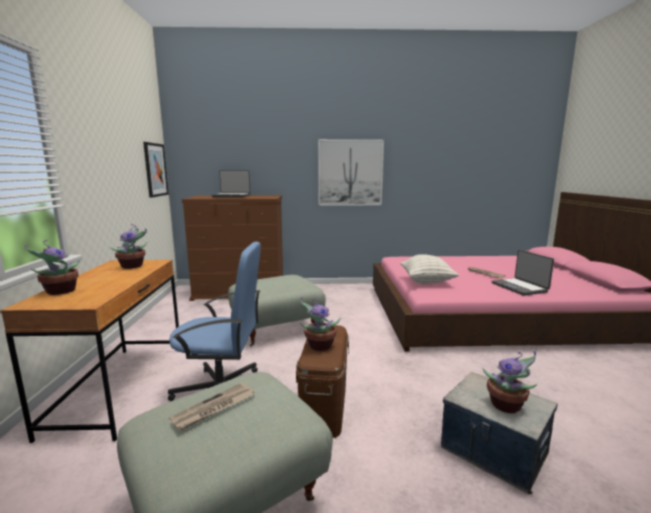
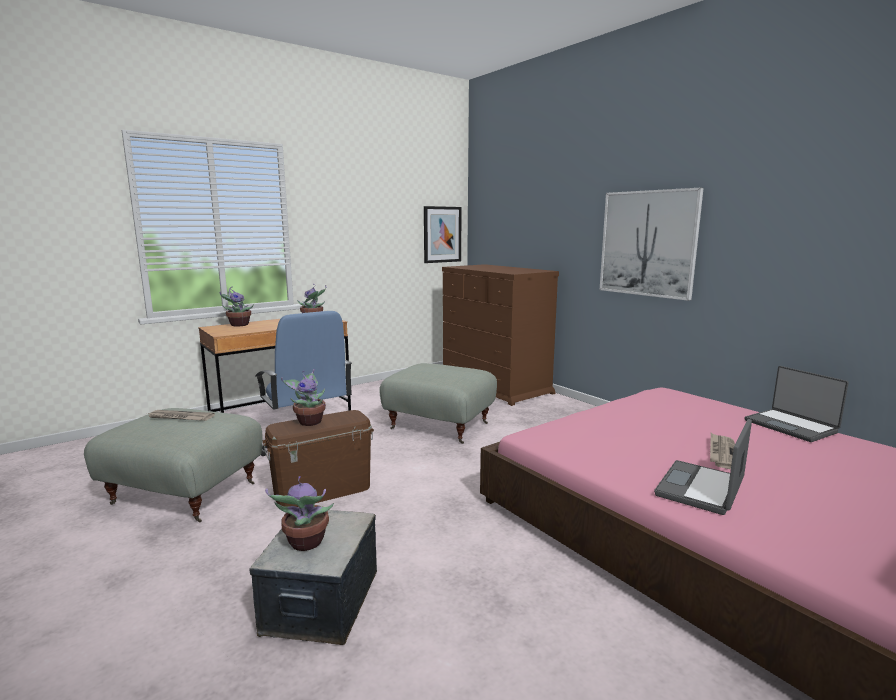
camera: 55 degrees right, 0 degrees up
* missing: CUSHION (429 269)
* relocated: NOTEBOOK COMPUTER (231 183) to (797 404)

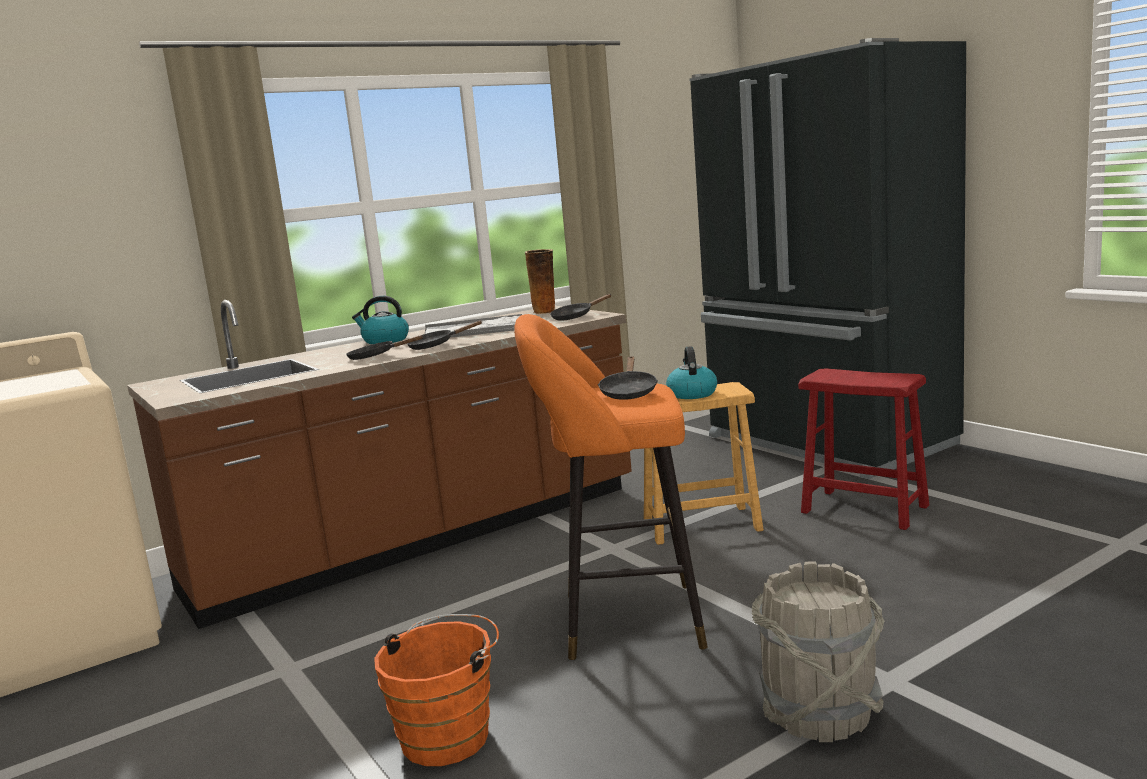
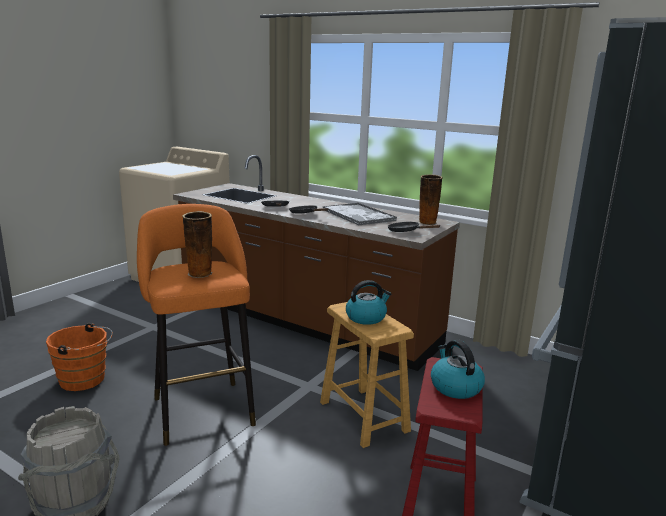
camera: 65 degrees right, 5 degrees up
* relocated: WATER KETTLE (380 320) to (458 369)
* exchanged: BLACK-COLOURED FRYING PAN (628 378) to DECORATIVE VASE (197 244)

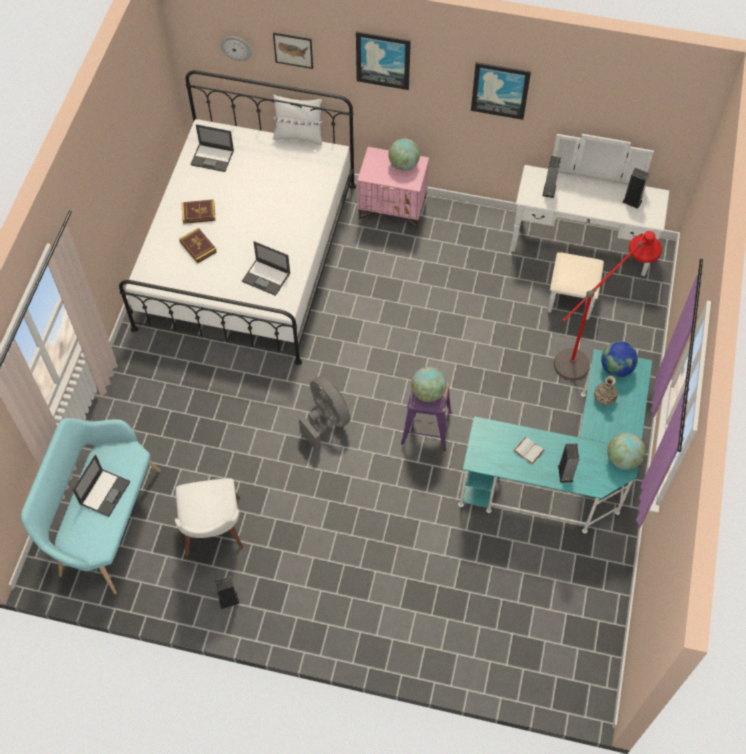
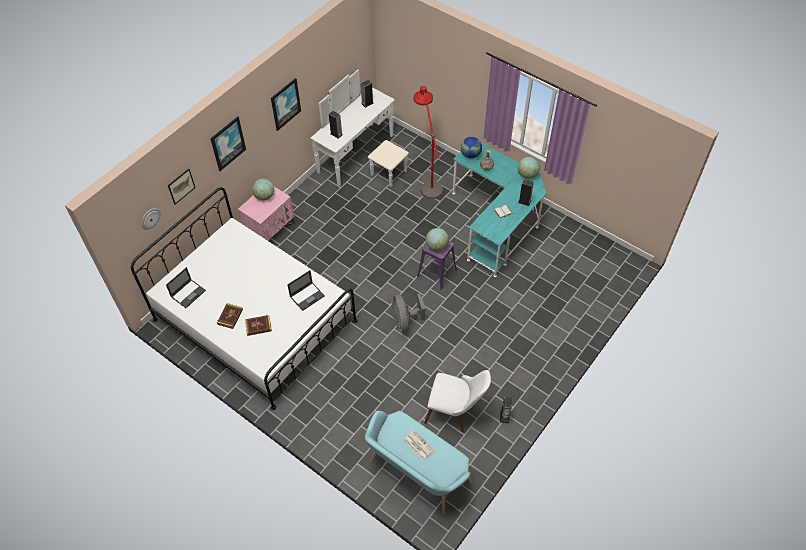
camera: 65 degrees left, 5 degrees down
* missing: WHITE-COLOURED CUSHION (298 120)
* exchanged: NOTEBOOK COMPUTER (101 485) to NEWSPAPER (419 445)
* spun: GREYISH FAN (324 414) = (408 312) 90 degrees counterclockwise

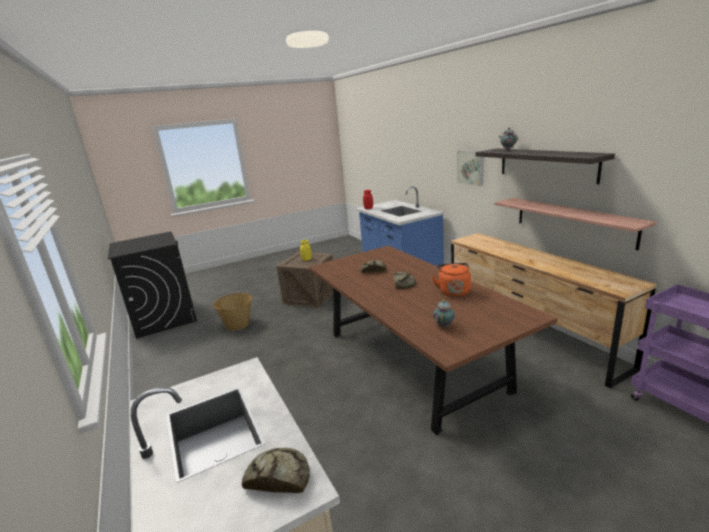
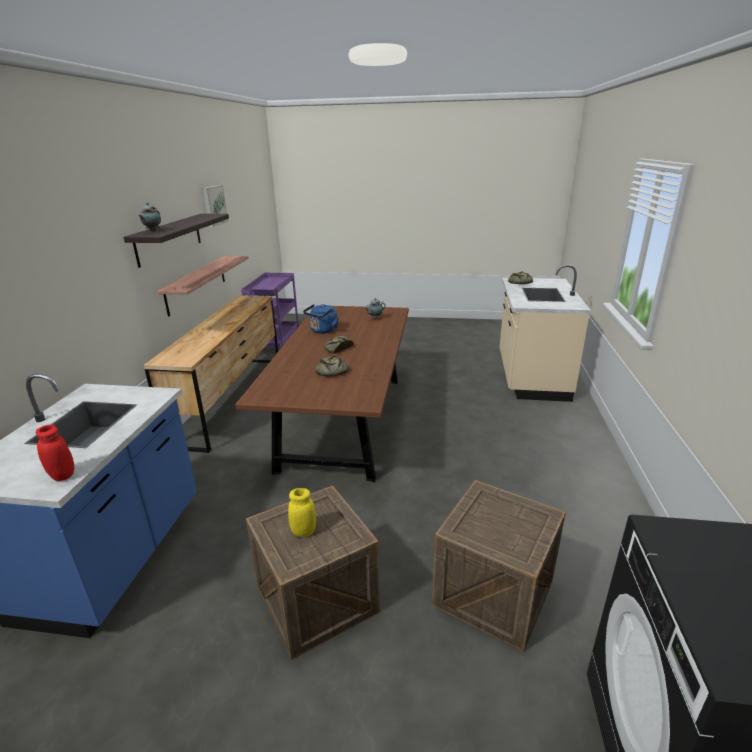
camera: 145 degrees left, 5 degrees up
* relocated: WALL ART (470 168) to (215 206)
* exchanged: HOUSEHOLD BASKET (233 312) to CRATE (499 566)
* colour: ORANGE-COLOURED WATER KETTLE (451 280) to BLUE WATER KETTLE (320 319)

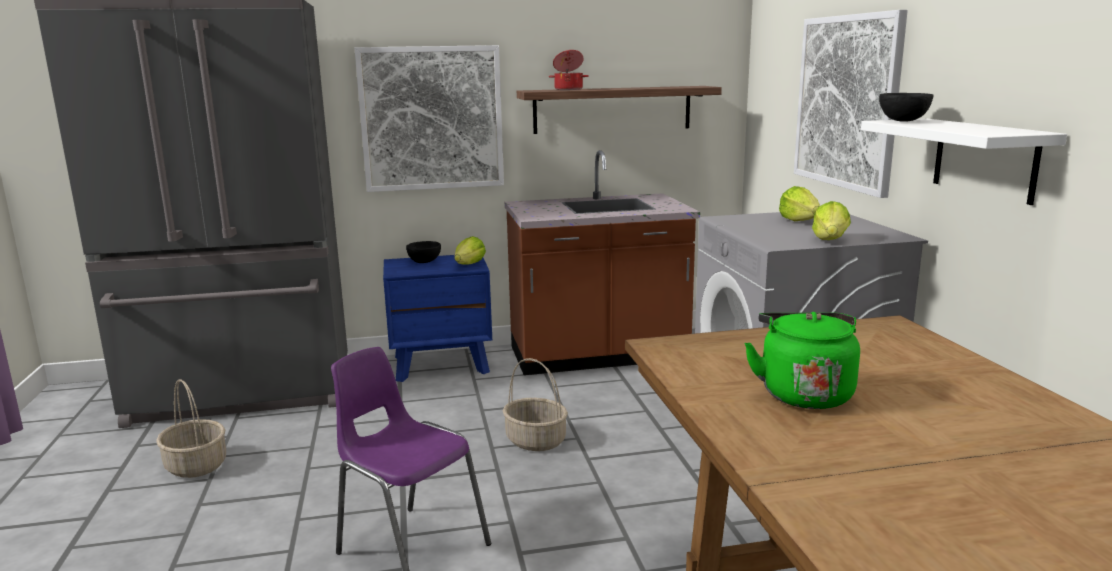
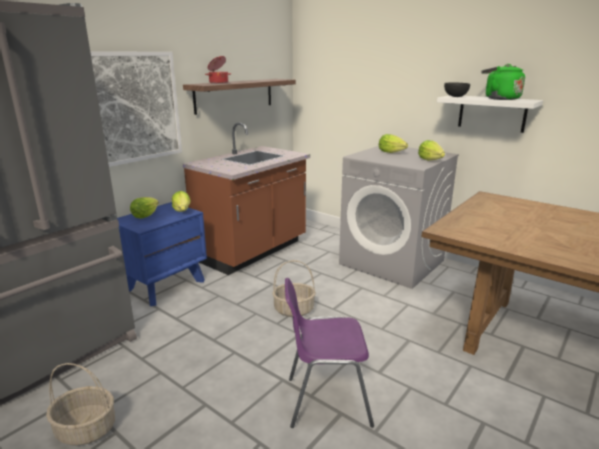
camera: 40 degrees left, 5 degrees up
* missing: WALL ART (851 104)
* relocated: GREEN-COLOURED WATER KETTLE (802 360) to (503 82)
* exchanged: BLACK-COLOURED DEEP DISH (423 252) to HEAD OF LETTUCE (144 208)

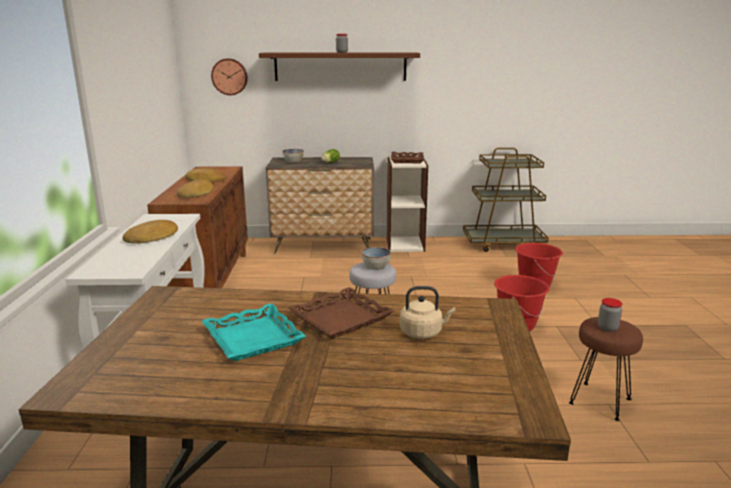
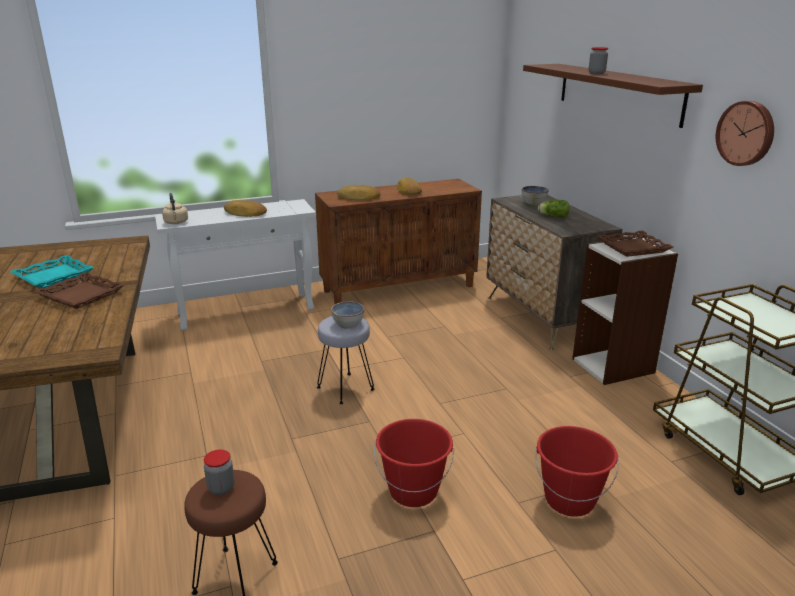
camera: 70 degrees right, 5 degrees up
* relocated: WALL CLOCK (229 76) to (745 133)
* relocated: SAND-COLOURED WATER KETTLE (428 312) to (175 208)

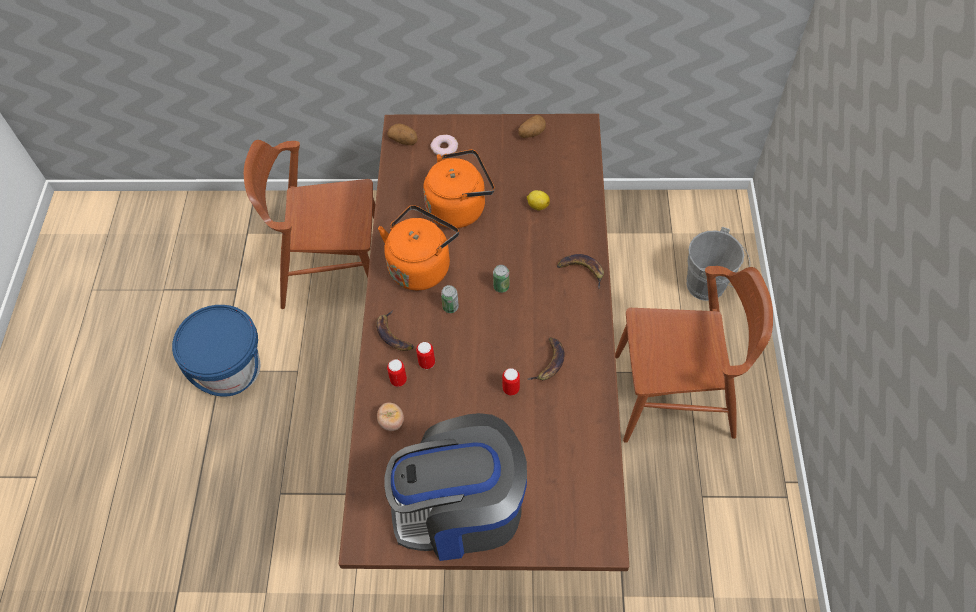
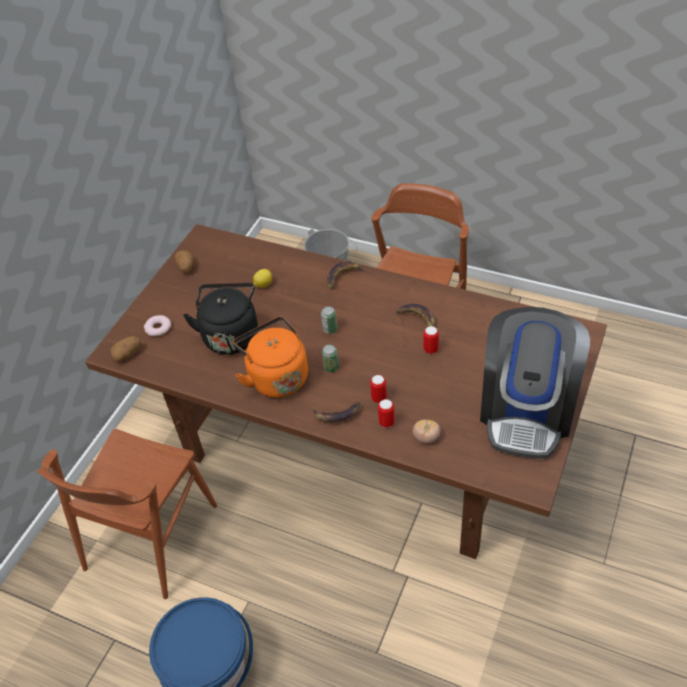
camera: 65 degrees left, 10 degrees down
* colour: ORANGE-COLOURED WATER KETTLE (459 188) to BLACK-COLOURED WATER KETTLE (220 319)

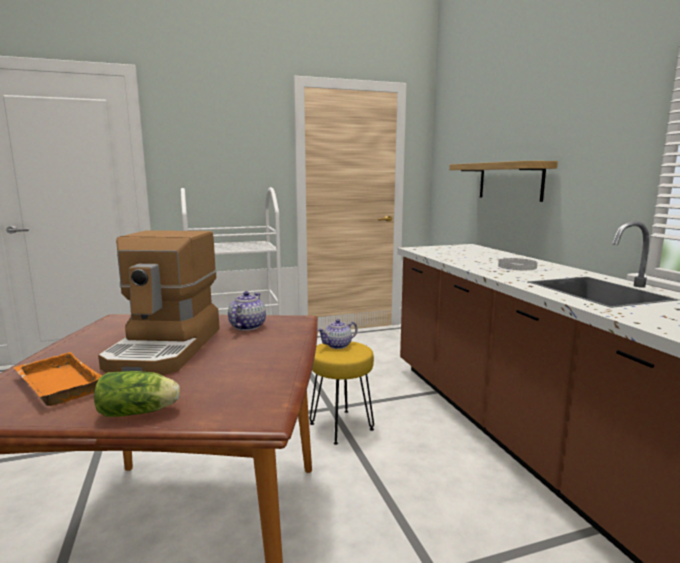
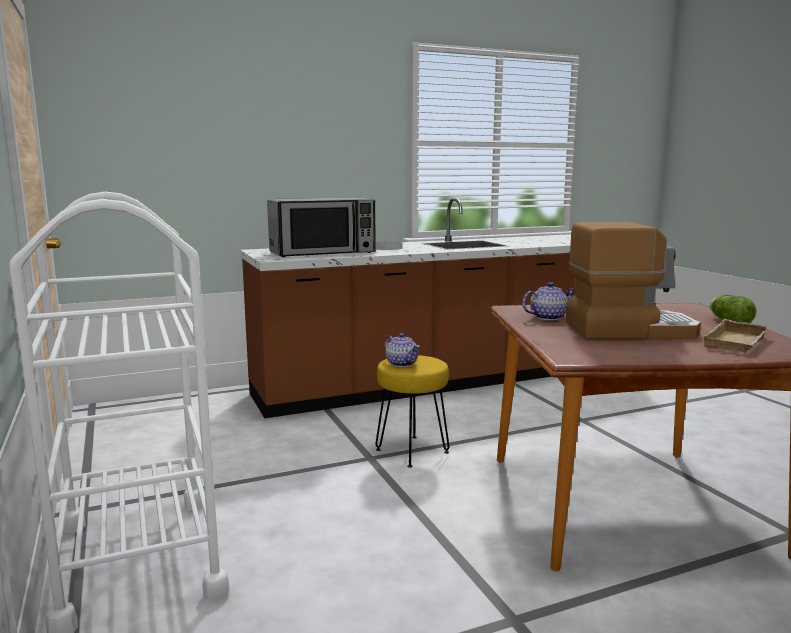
camera: 95 degrees left, 0 degrees up
* missing: BRACKET SHELF (503 181)
* appeared: MICROWAVE (321 227)
* colour: ORANGE-COLOURED CARRYING TRAY (58 379) to SAND-COLOURED CARRYING TRAY (736 335)
* spun: TEAPOT (247 311) = (548 301) 150 degrees clockwise

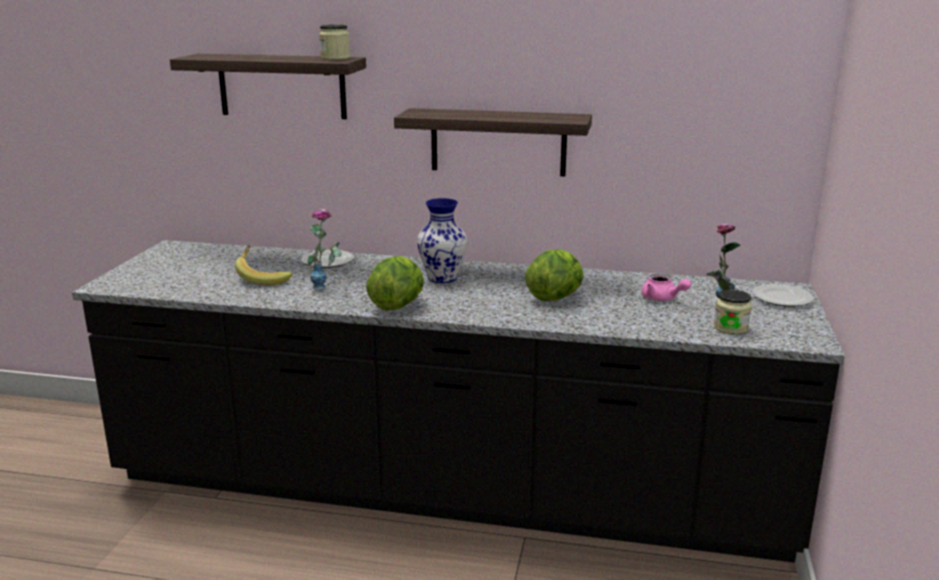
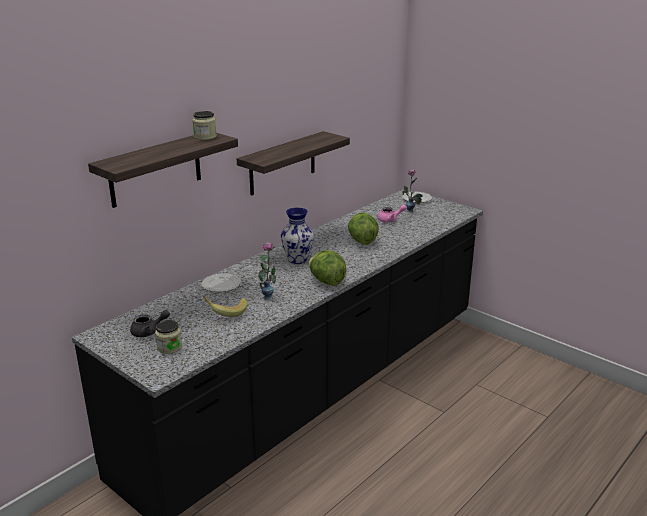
camera: 60 degrees left, 5 degrees up
* appeared: GREYISH TEAPOT (150 323)
* relocated: JAR (733 312) to (168 337)

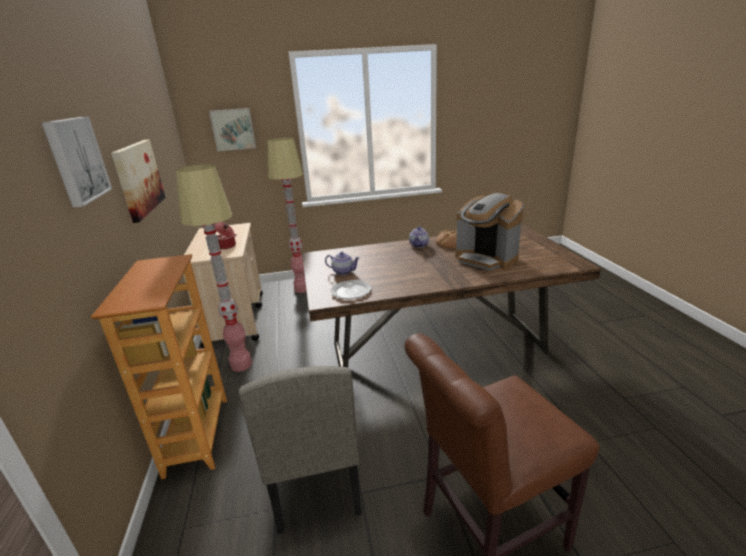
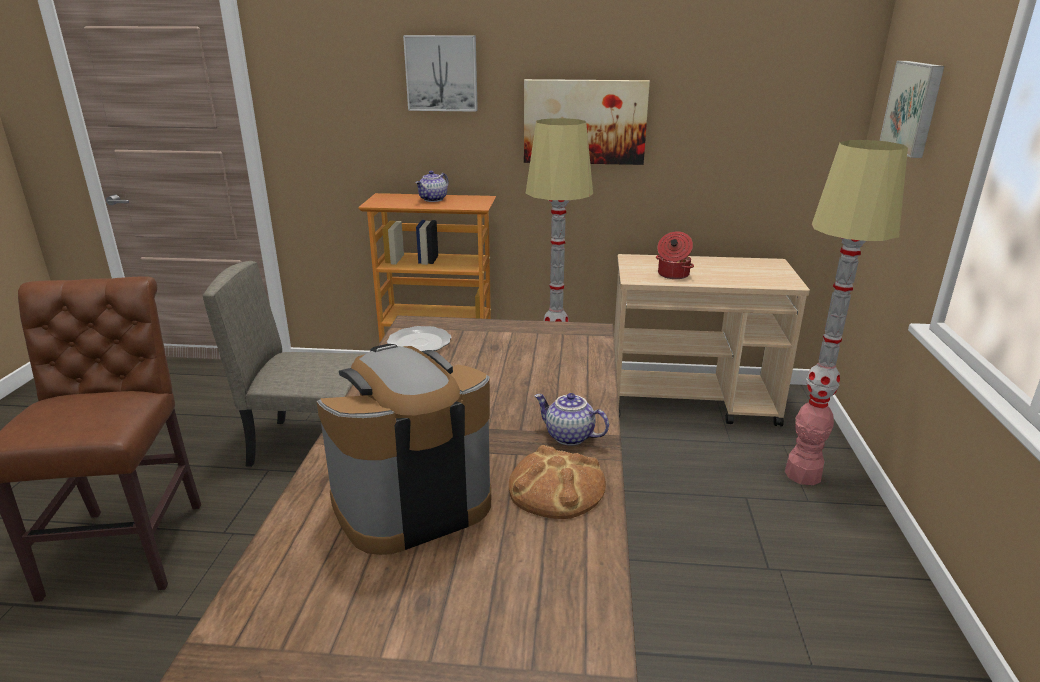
camera: 105 degrees right, 0 degrees up
* relocated: TEAPOT (342 263) to (431 186)

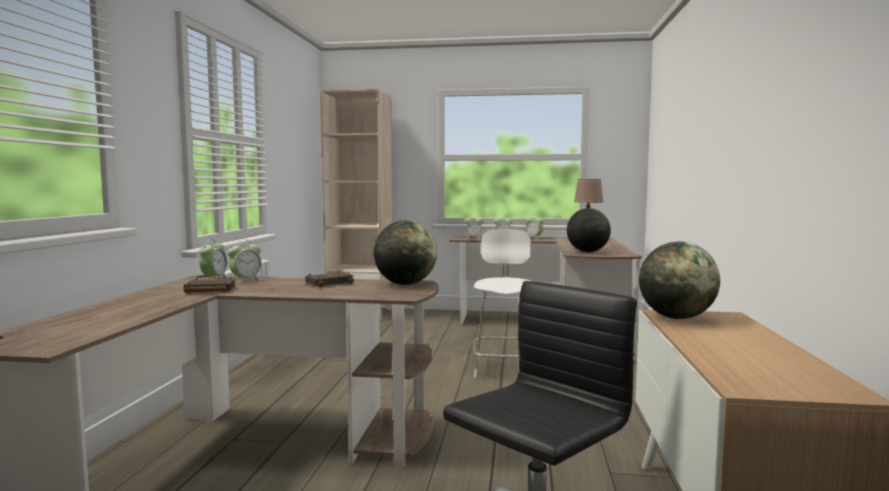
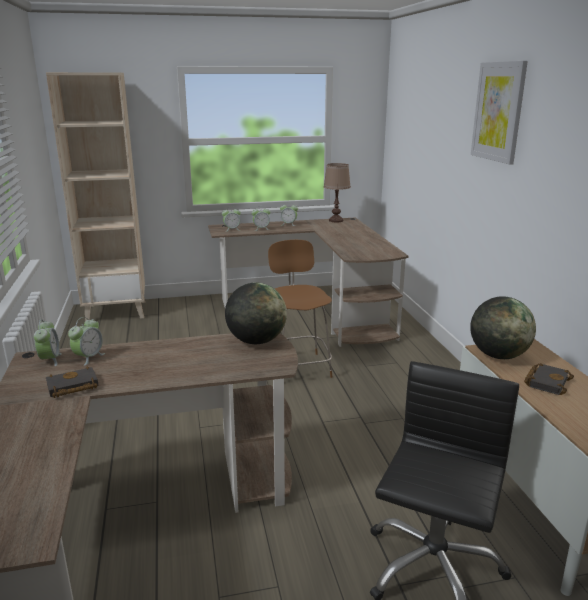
camera: 20 degrees left, 15 degrees up
* missing: WORLD GLOBE (589 230)
* appeared: WALL ART (499 113)
* relocated: BLACK-COLOURED VOLUME (329 278) to (549 379)
* colour: WHITE-COLOURED UPRIGHT CHAIR (502 303) to BROWNISH UPRIGHT CHAIR (300 309)

